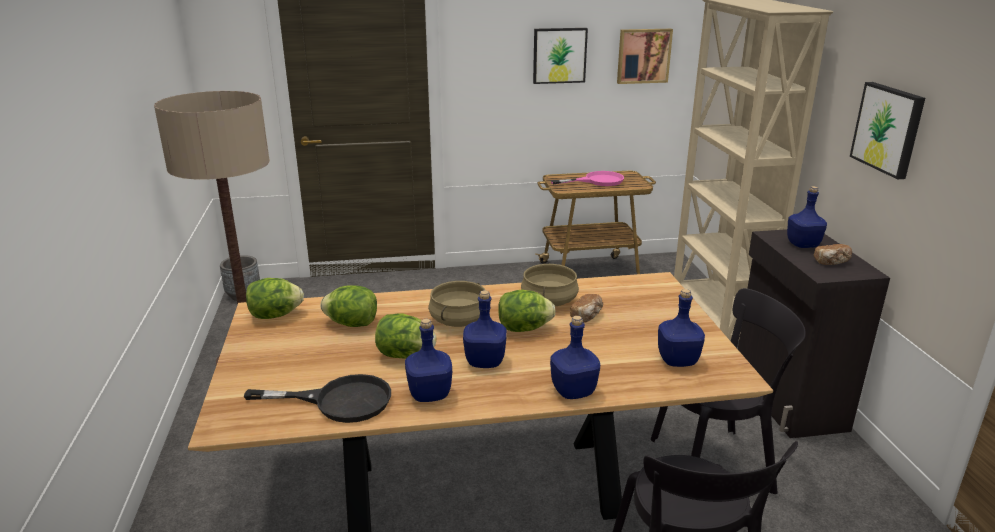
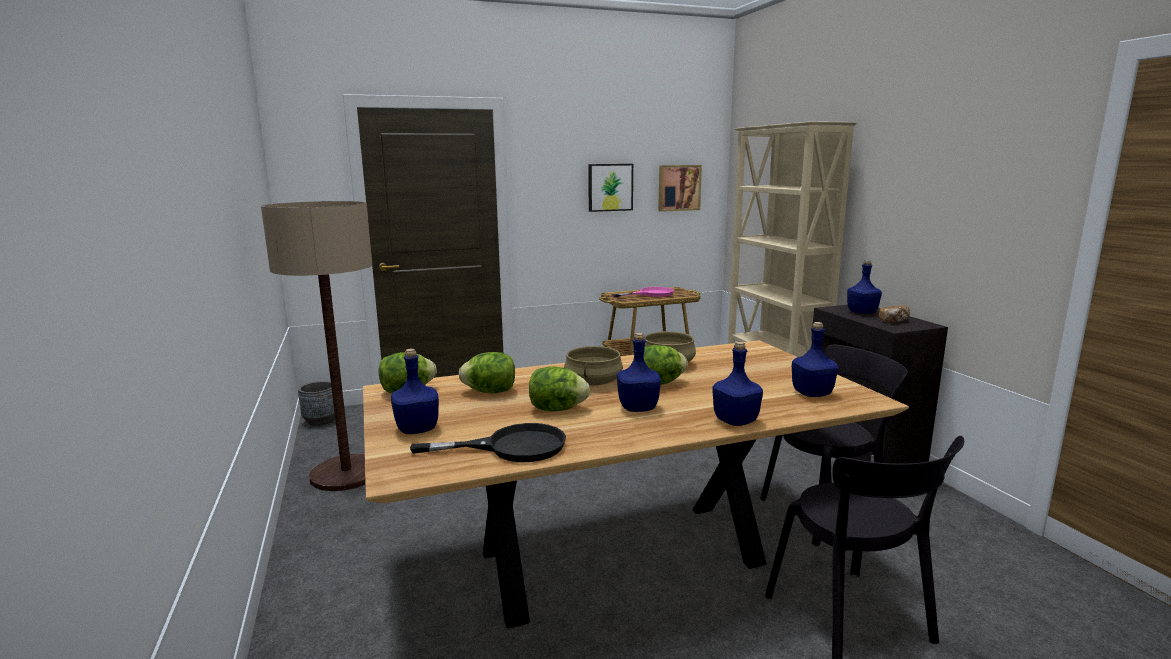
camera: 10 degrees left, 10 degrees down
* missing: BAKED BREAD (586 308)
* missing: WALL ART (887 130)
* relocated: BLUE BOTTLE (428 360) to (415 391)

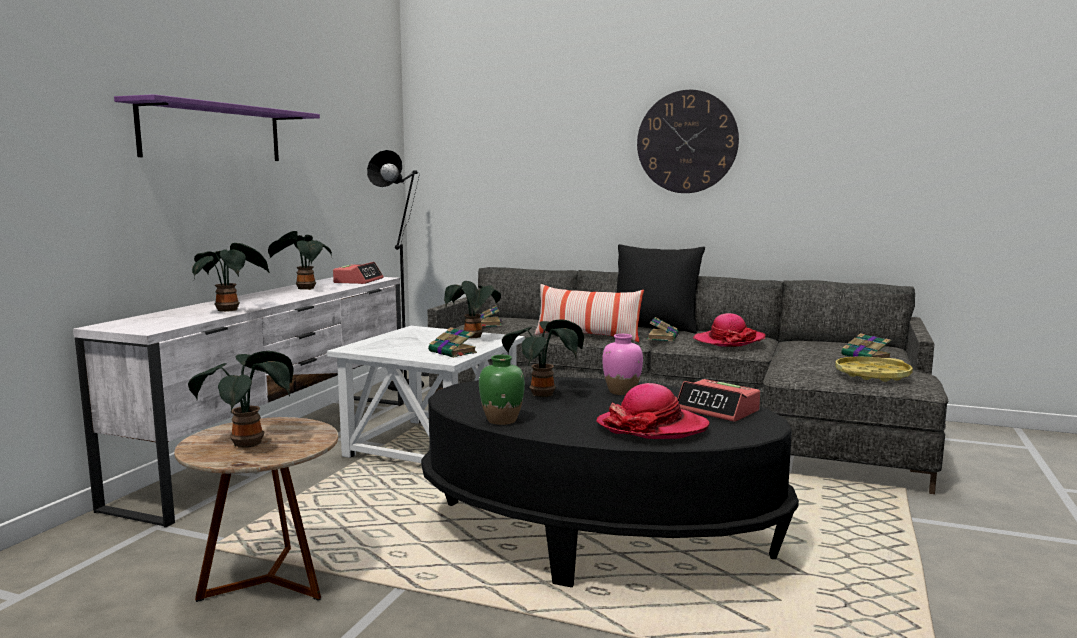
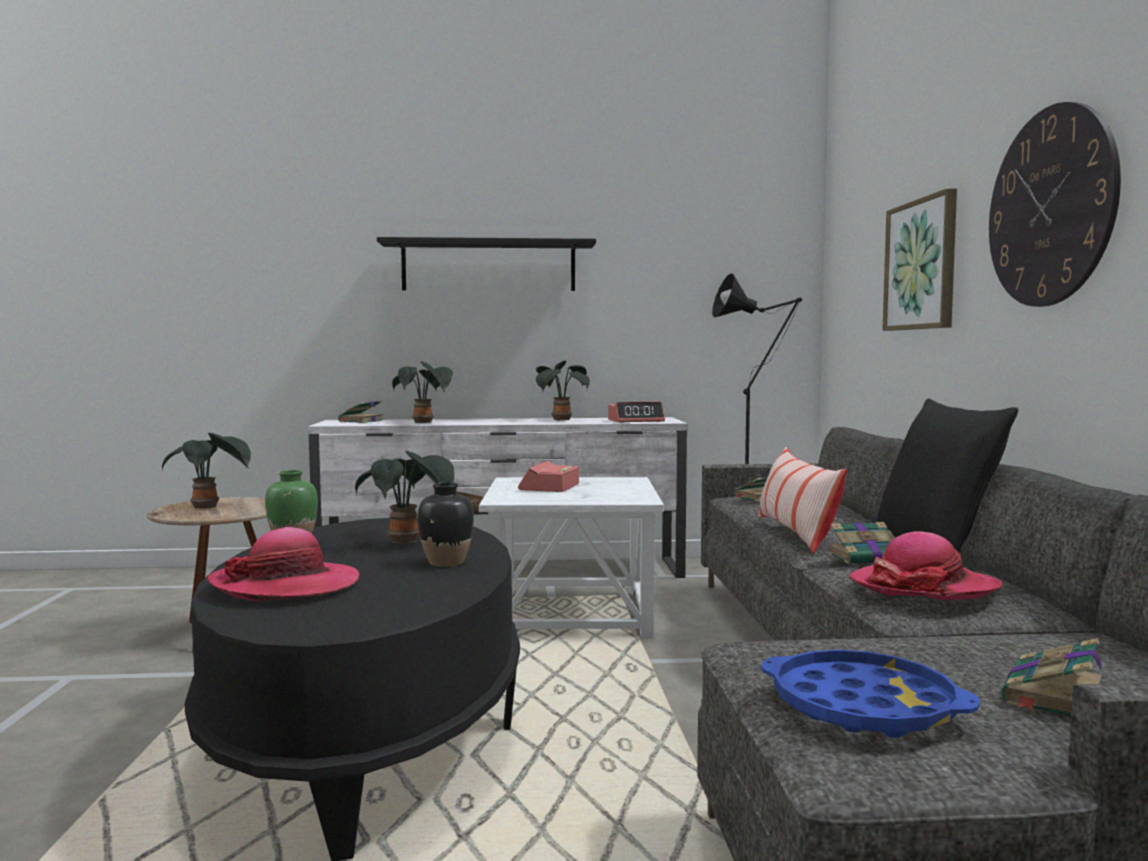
camera: 65 degrees right, 5 degrees down
* missing: PLANT IN A POT (472 309)
* appeared: WALL ART (919 259)
* relocated: VOLUME (452 342) to (361 412)
* relocated: BEDSIDE CLOCK (718 400) to (548 476)
* colour: PURPLE-COLOURED BRACKET SHELF (217 127) to BLACK-COLOURED BRACKET SHELF (486 264)
* colour: PINK DECORATIVE VASE (622 364) to BLACK-COLOURED DECORATIVE VASE (446 524)
* colour: YELLOW-COLOURED CARRYING TRAY (874 369) to BLUE CARRYING TRAY (870 694)

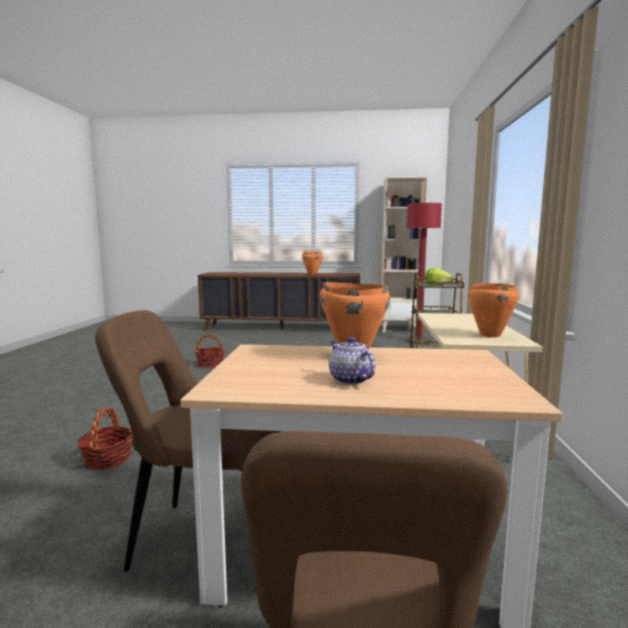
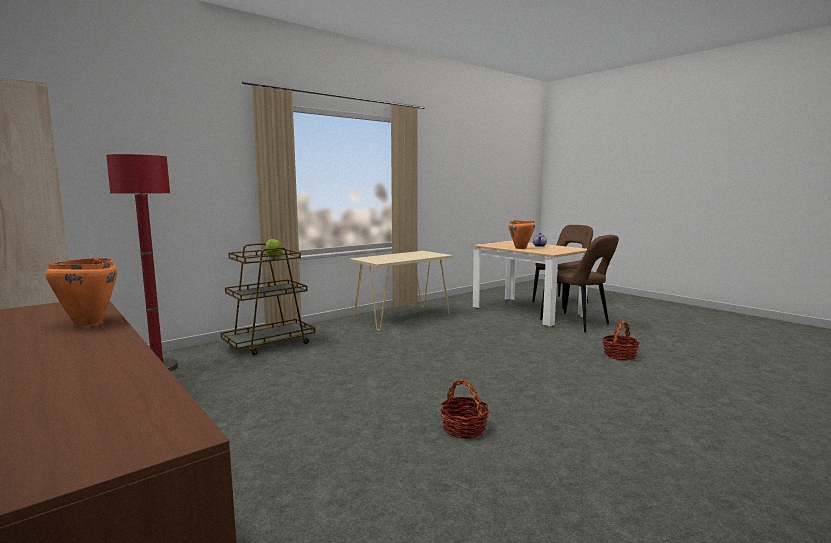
camera: 135 degrees left, 0 degrees up
* missing: ORANGE-COLOURED STOCKPOT (493 310)

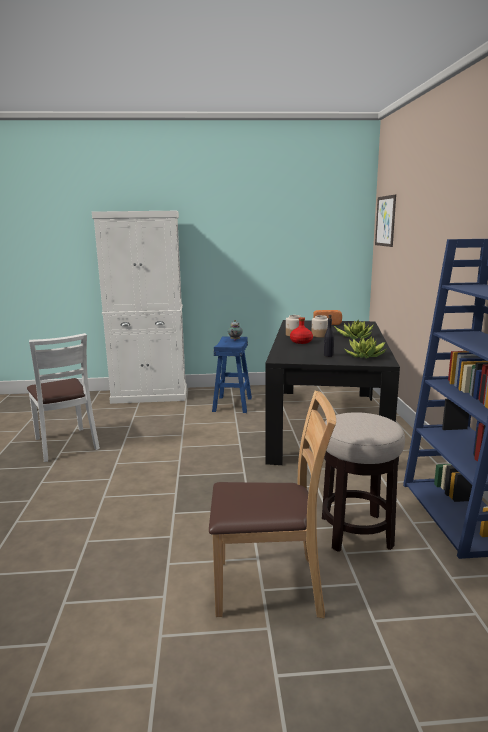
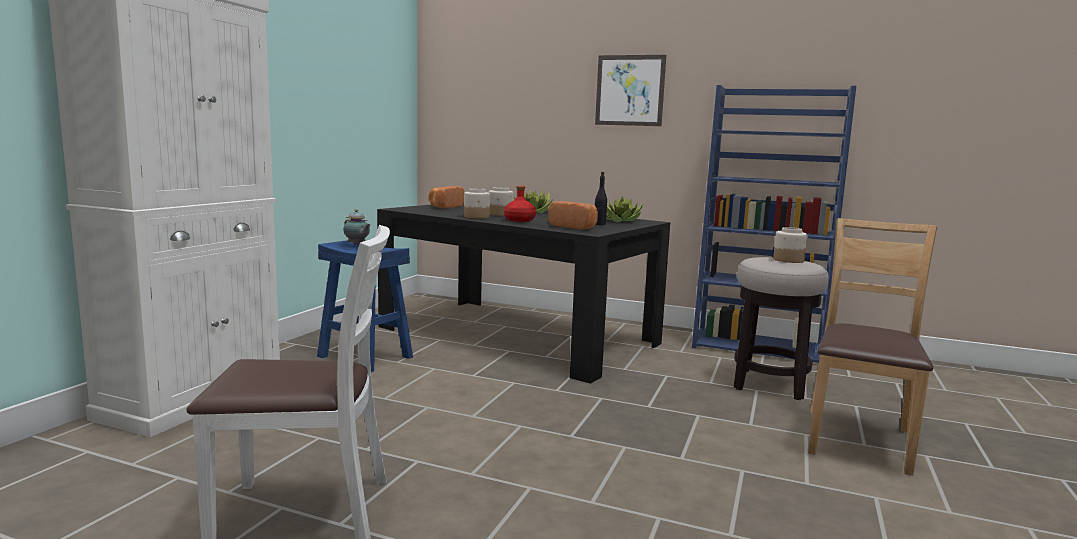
camera: 65 degrees left, 5 degrees down
* appeared: BAKED BREAD (573 215)
* appeared: JAR (790 245)
* relocated: WALL ART (385 221) to (630 90)

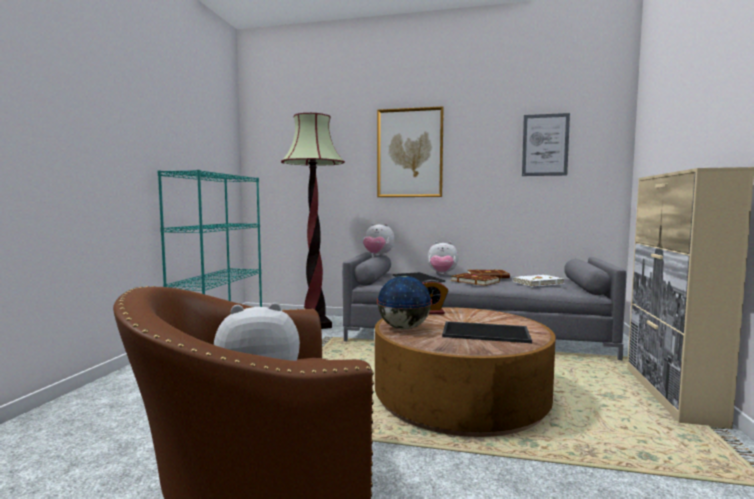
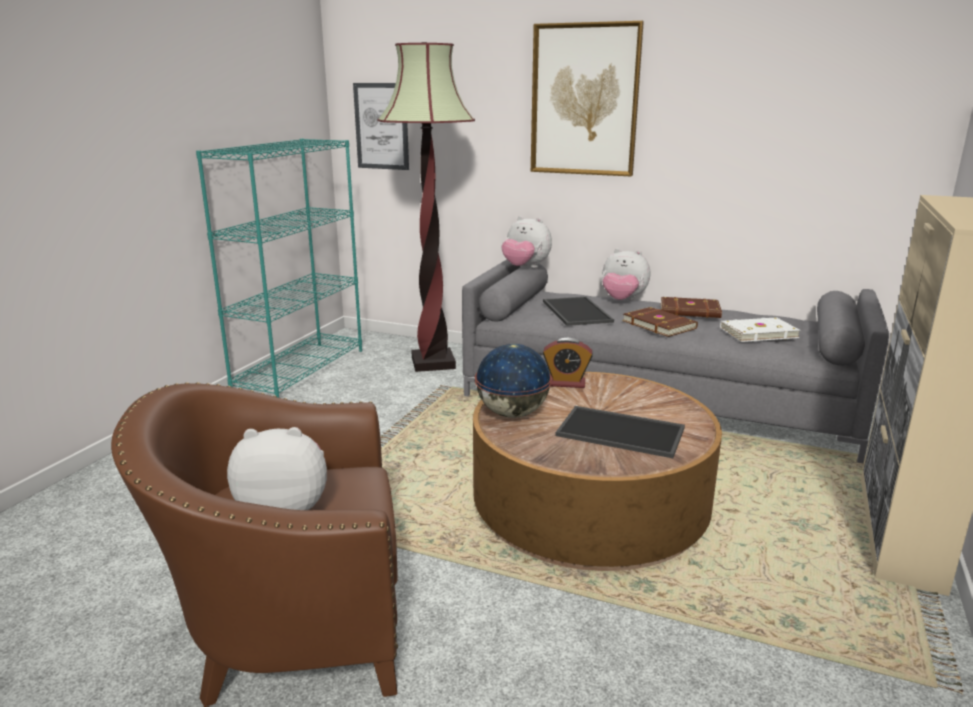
camera: 10 degrees right, 15 degrees up
* relocated: WALL ART (546 144) to (381 126)

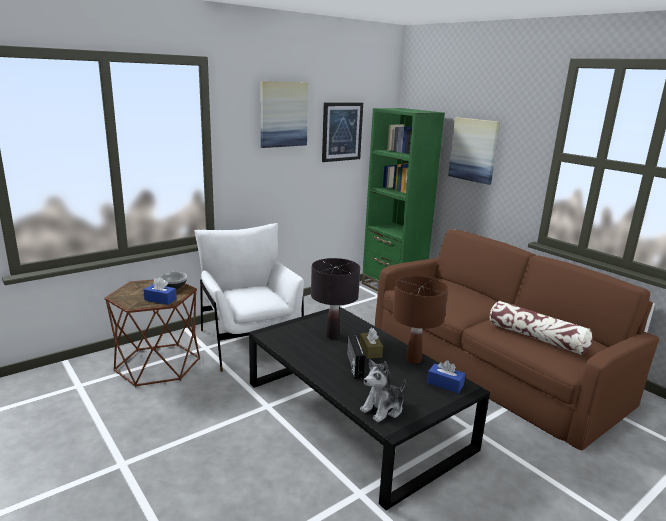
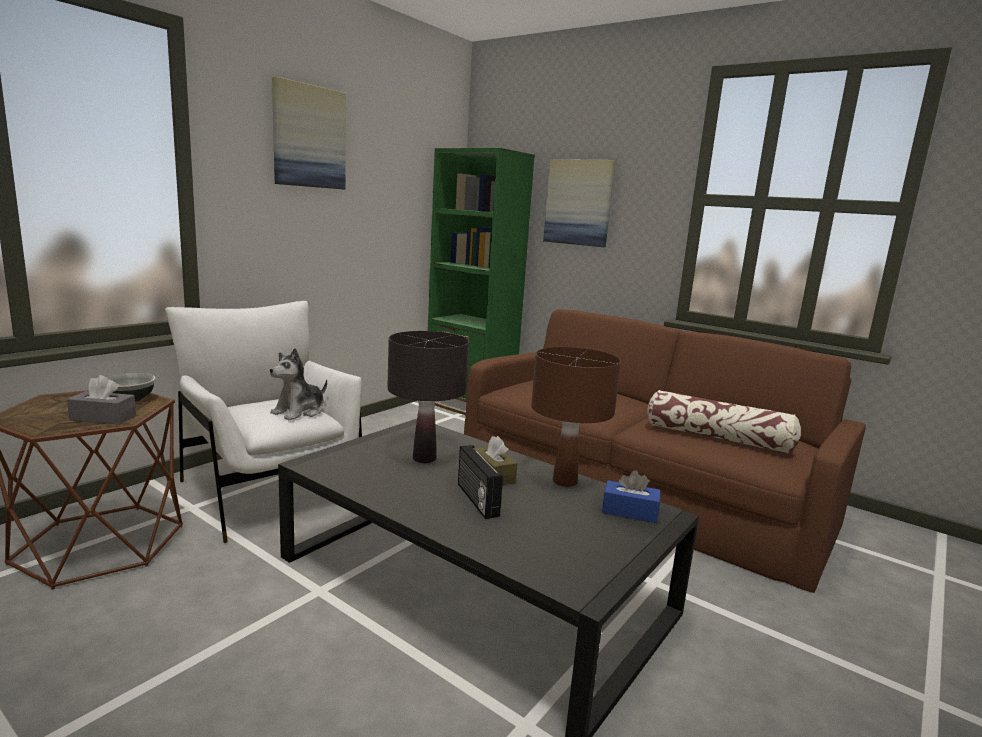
camera: 15 degrees left, 5 degrees down
* missing: WALL ART (342 132)
* relocated: PLUSH TOY (383 390) to (298 384)
* colour: BLUE TISSUE BOX (160 291) to GREYISH TISSUE BOX (101 400)

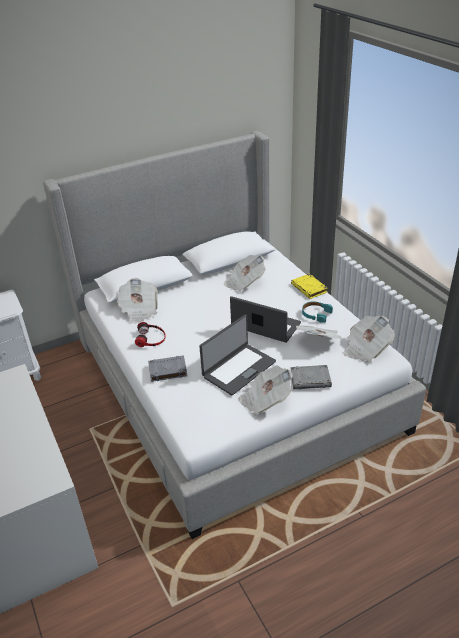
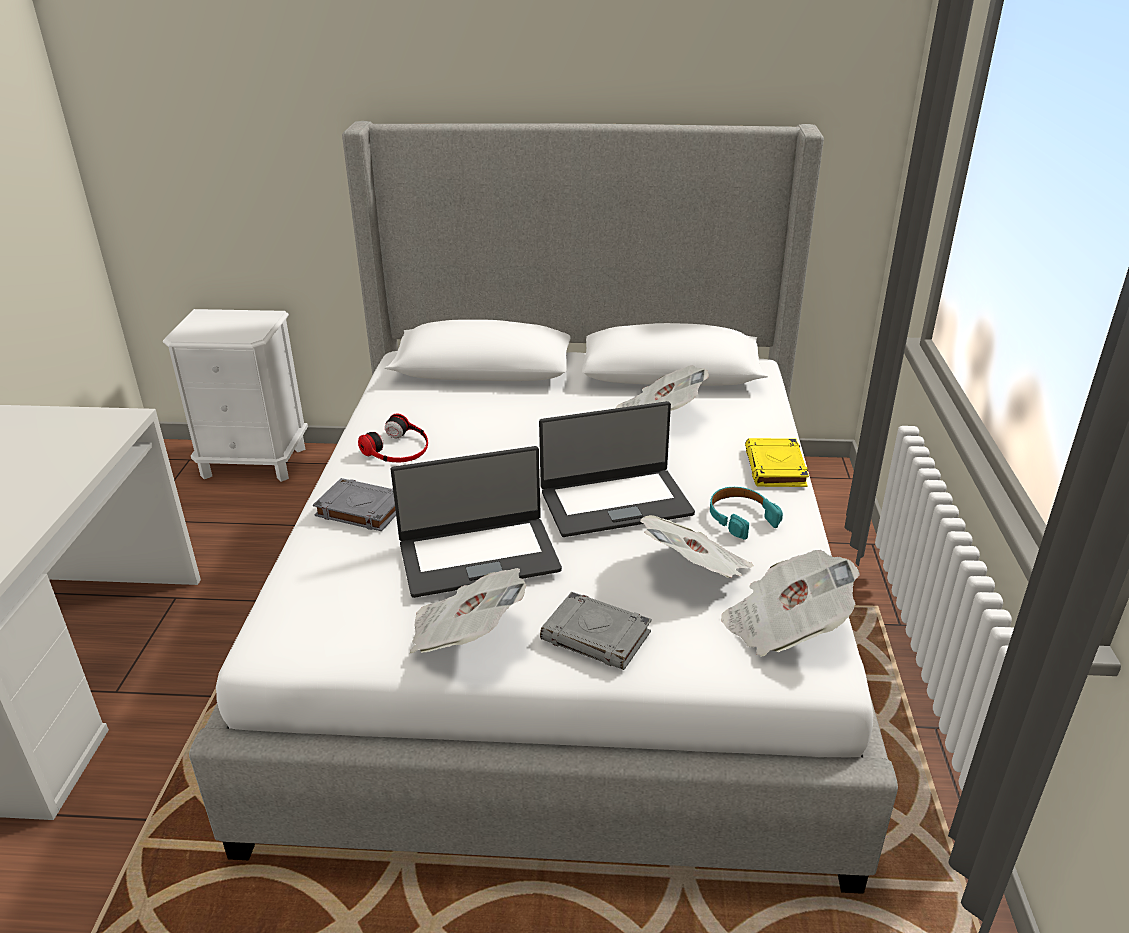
camera: 30 degrees right, 5 degrees down
* missing: NEWSPAPER (137 301)
* spun: NOTEBOOK COMPUTER (265 319) = (617 469) 105 degrees clockwise

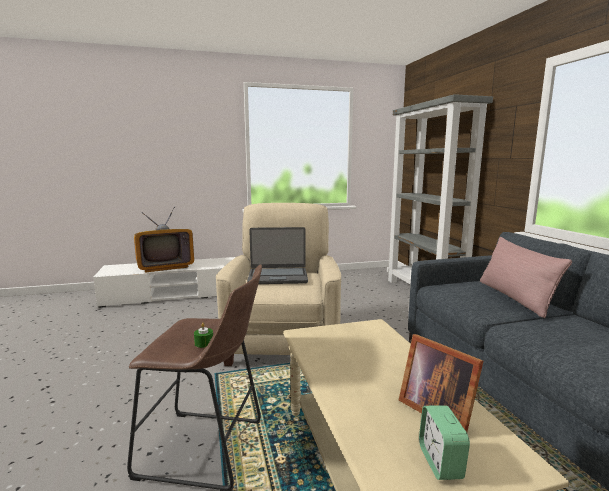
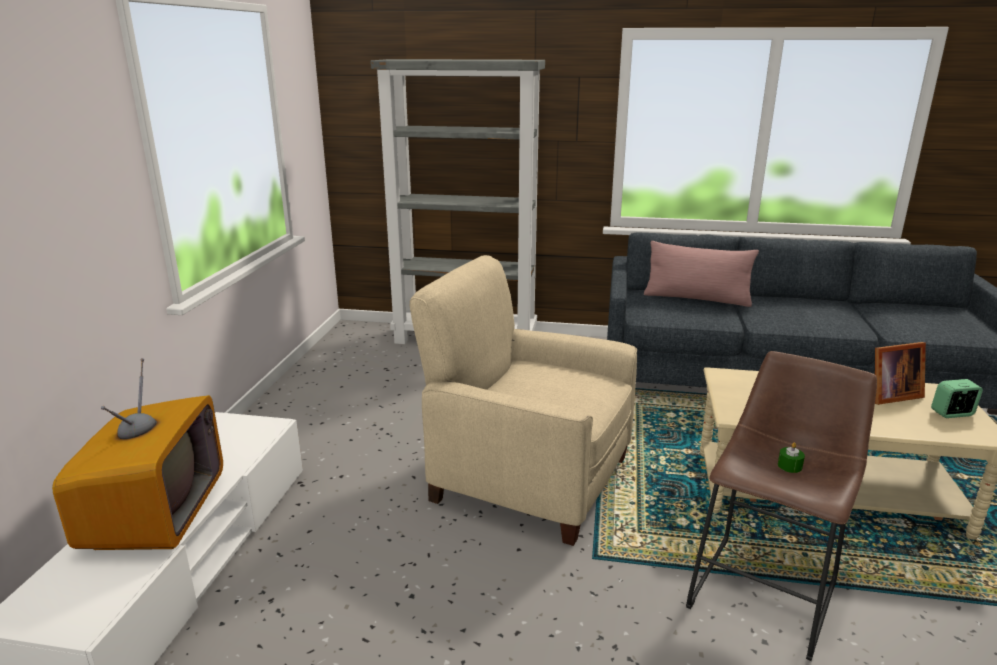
camera: 65 degrees left, 10 degrees up
* missing: NOTEBOOK COMPUTER (277 255)
* spun: BEDSIDE CLOCK (444 442) = (957 398) 150 degrees clockwise

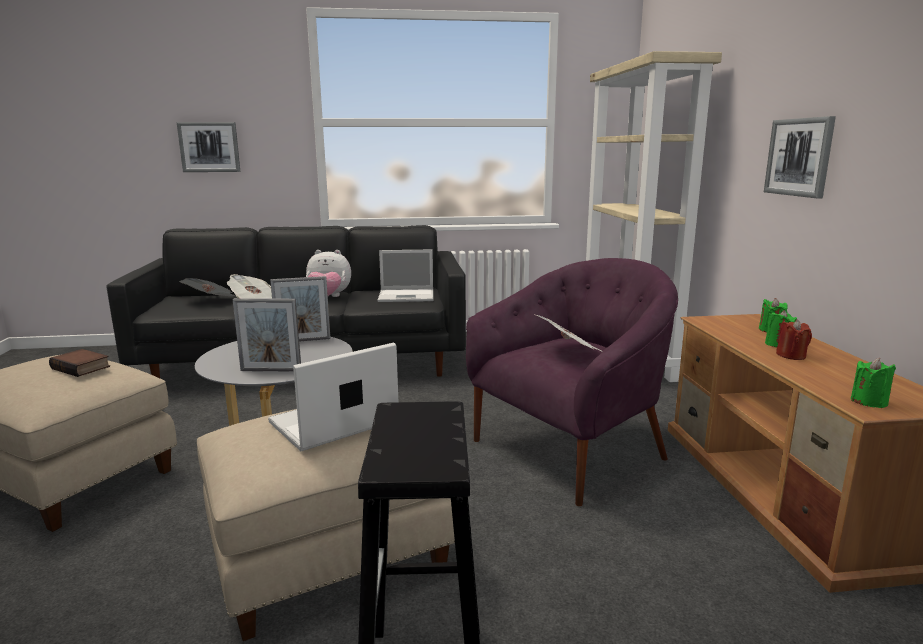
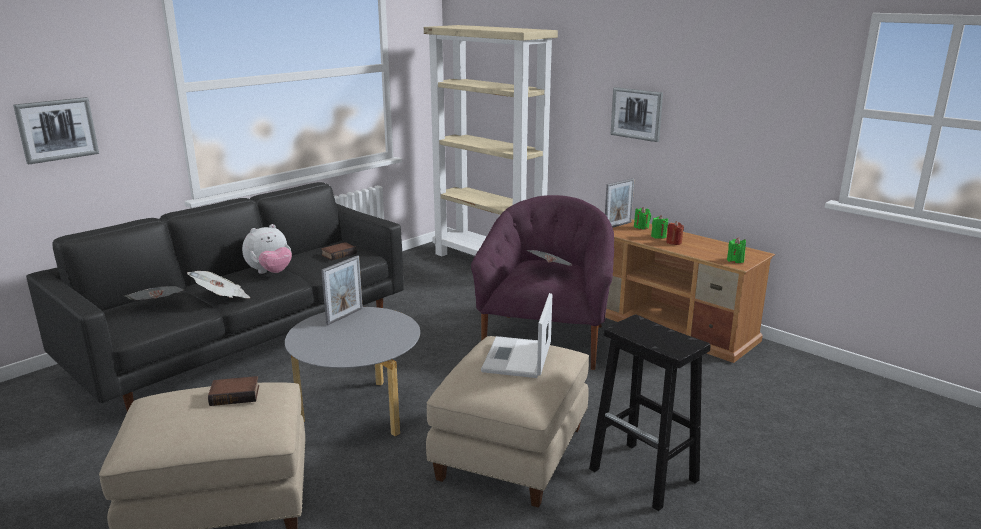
camera: 40 degrees left, 5 degrees up
* relocated: PHOTO FRAME (267 335) to (619 203)
* exchanged: NOTEBOOK COMPUTER (405 276) to VOLUME (339 251)

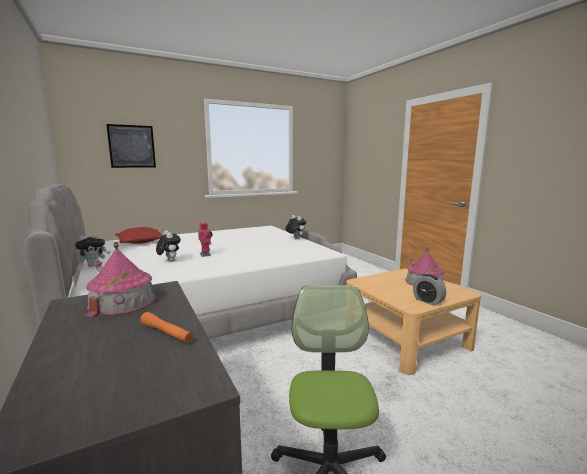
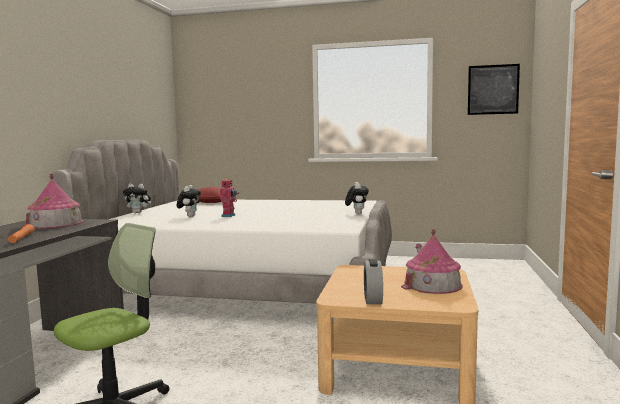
camera: 40 degrees right, 5 degrees down
* relocated: WALL ART (131 146) to (494 89)

